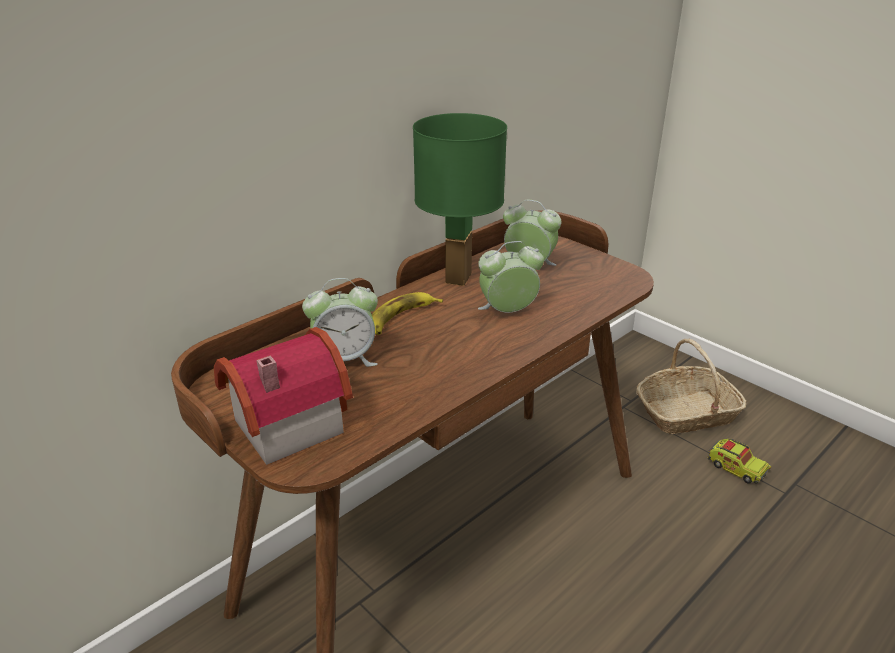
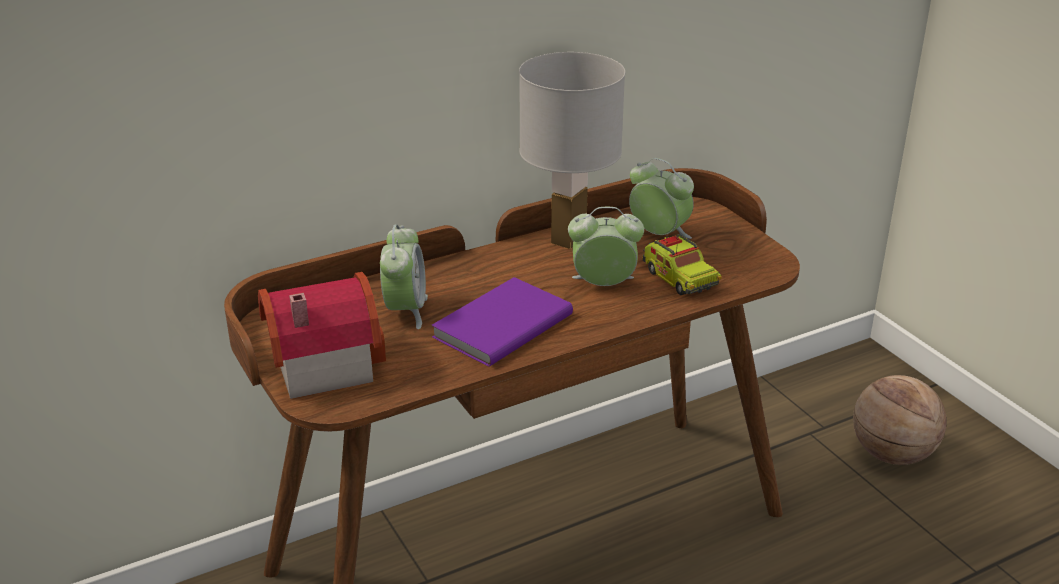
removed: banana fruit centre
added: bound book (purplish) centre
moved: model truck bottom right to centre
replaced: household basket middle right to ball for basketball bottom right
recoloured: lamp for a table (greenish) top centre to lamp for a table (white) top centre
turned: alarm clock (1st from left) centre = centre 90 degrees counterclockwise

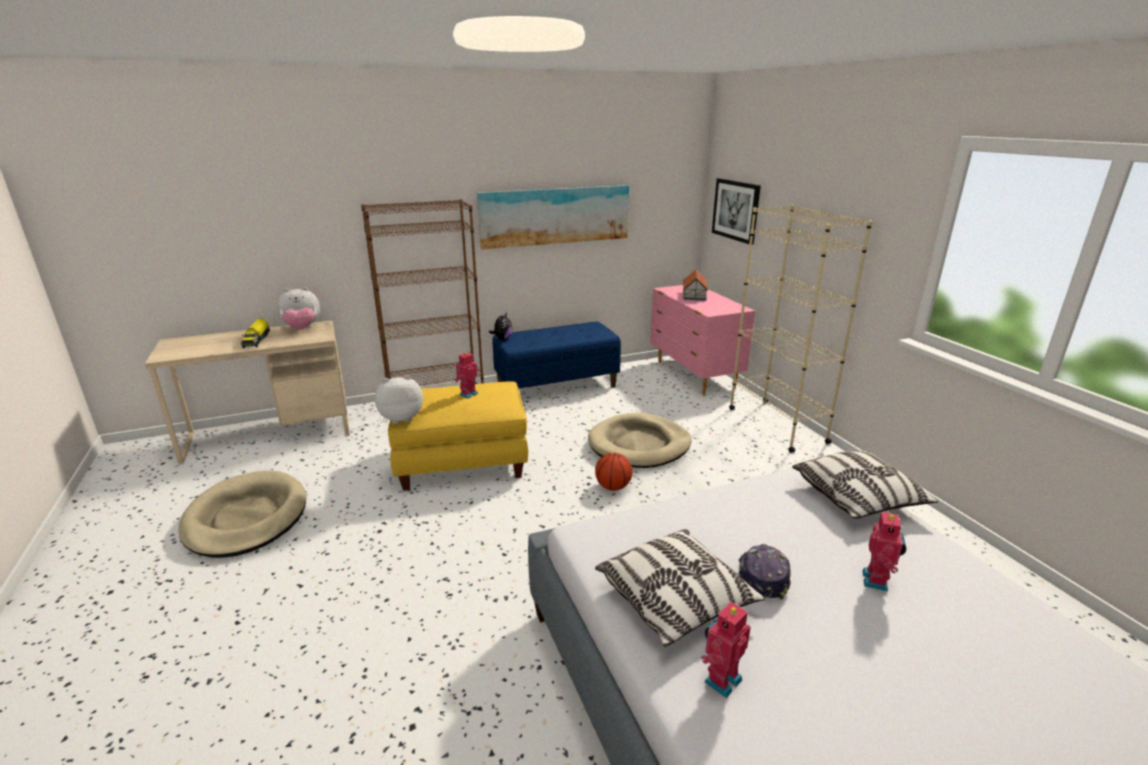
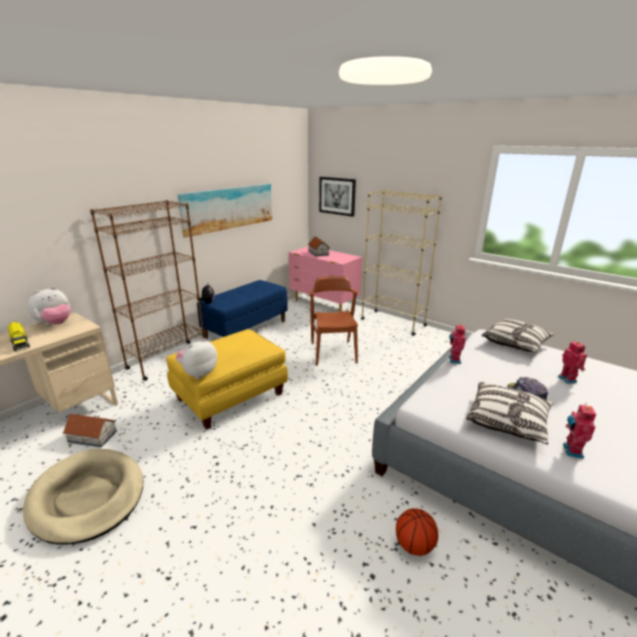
added: toy house (1st from left) bottom left
moved: model robot (1st from left) centre to middle right; ball for basketball centre to bottom centre
replaced: pet bed (beige) (2nd from left) centre to chair (brown-coloured) centre

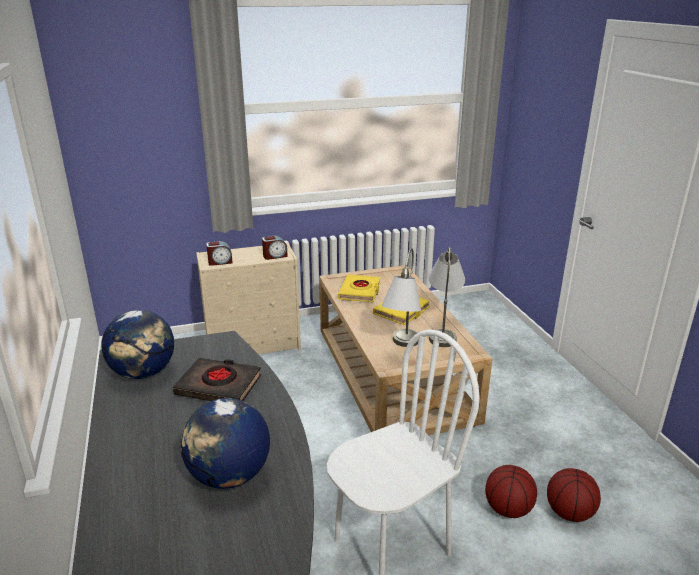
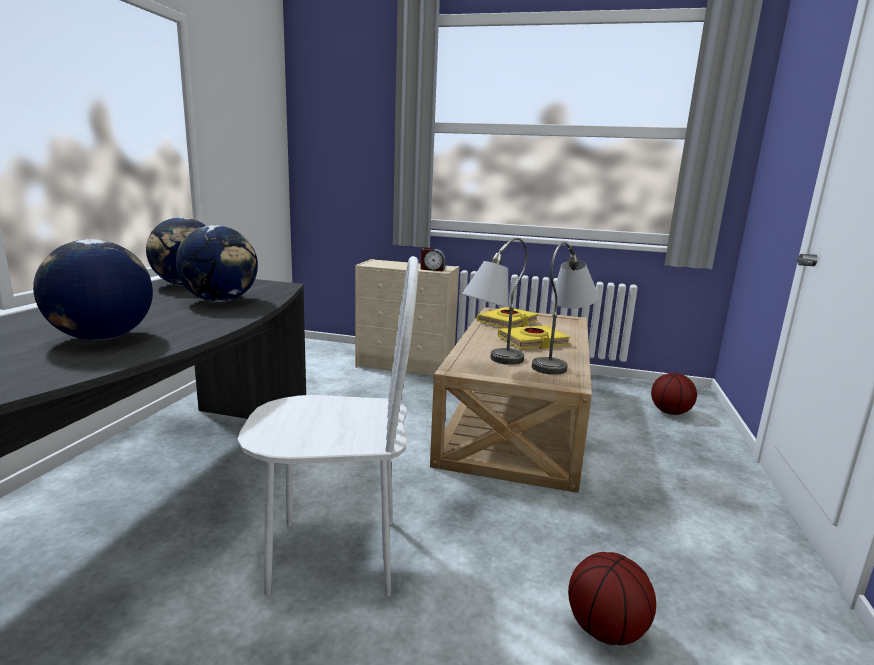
removed: alarm clock (1st from left) middle left
moved: ball for basketball (1st from left in the first image) bottom right to ball for basketball (2nd from left) middle right
replaced: bound book (black-coloured) middle left to world globe (3rd from left) middle left

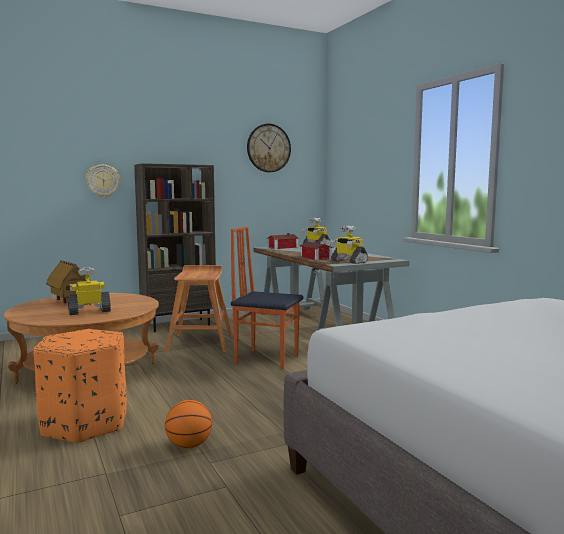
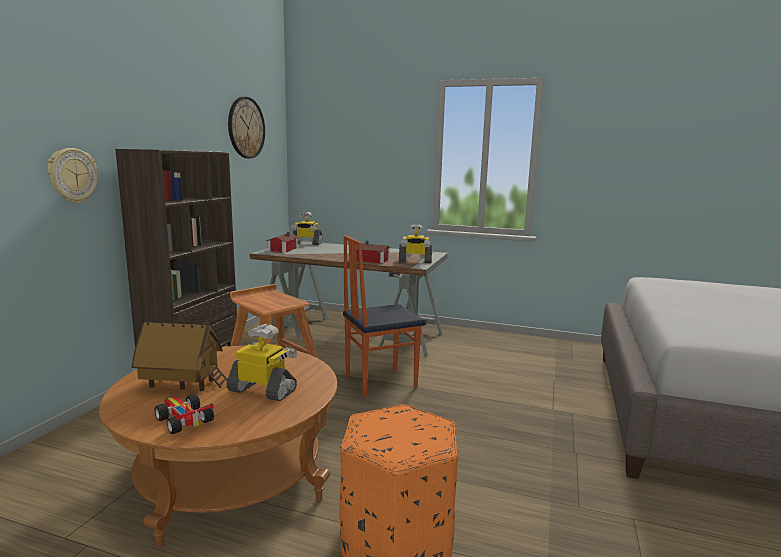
removed: ball for basketball bottom centre
added: model car bottom left
turned: model robot (1st from left) middle left = centre 90 degrees clockwise

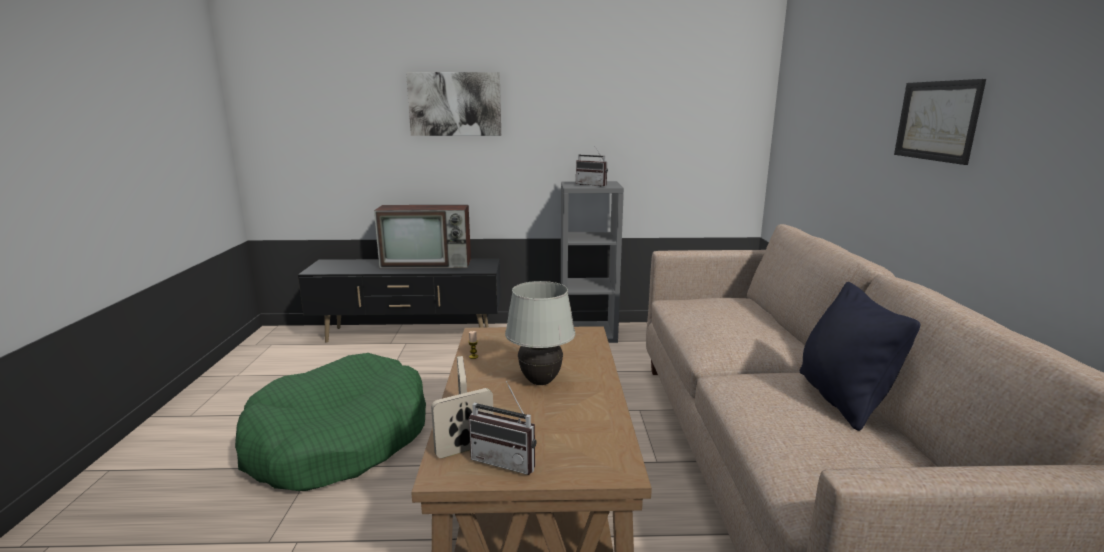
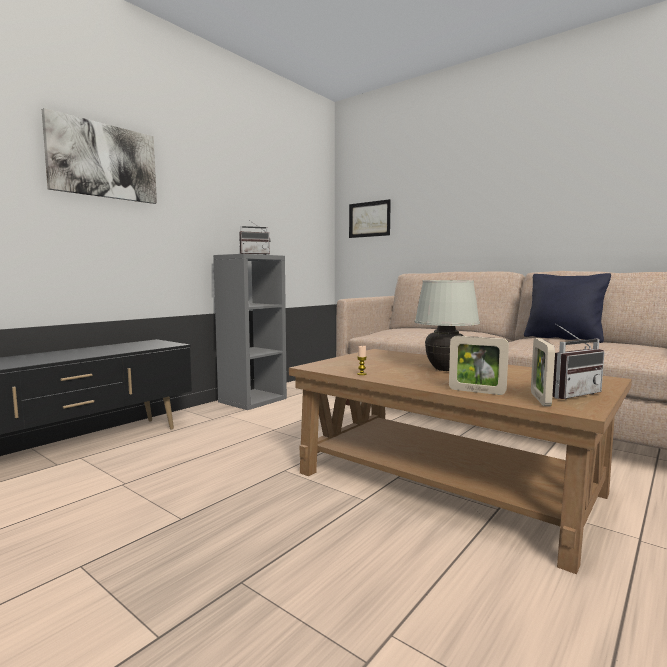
removed: pet bed (greenish) bottom left; TV centre
moved: wall art (2nd from left) top right to top centre

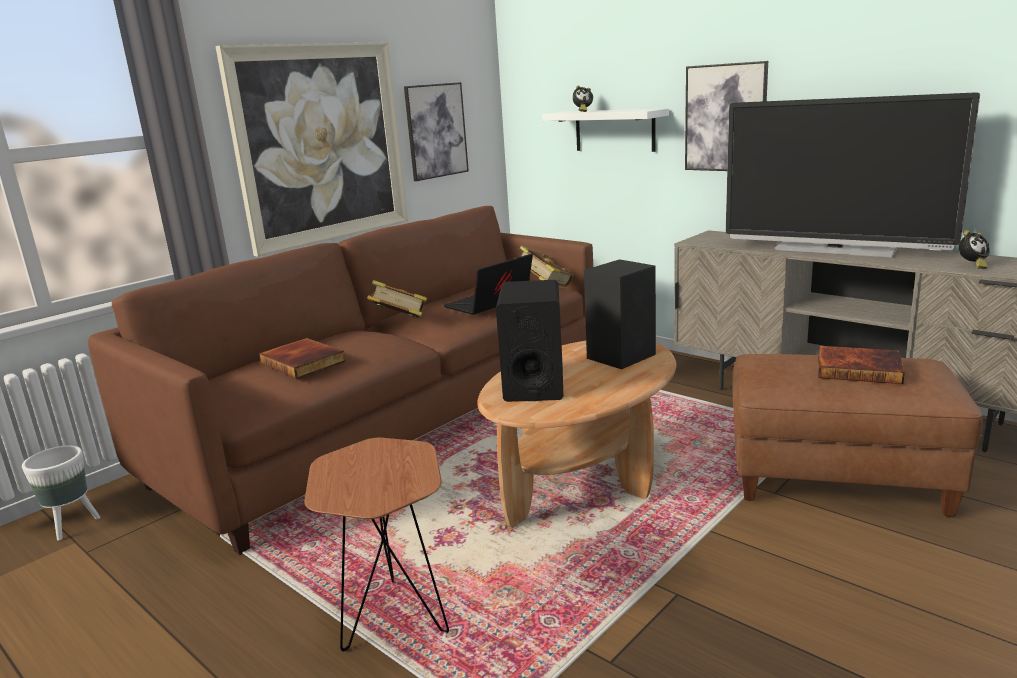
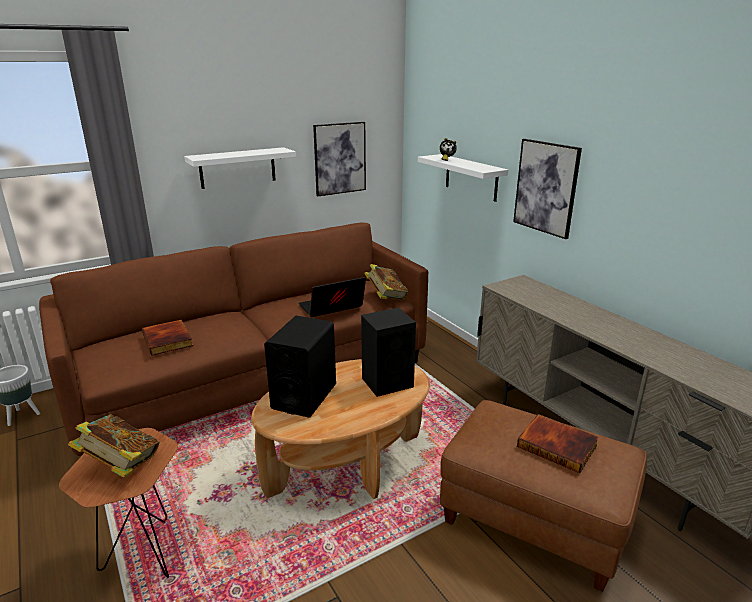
removed: TV top right; alarm clock (2nd from left) middle right
moved: bound book (2nd from left in the first image) centre to bound book (1st from left) bottom left
replaced: wall art (1st from left) top left to bracket shelf (white) (1st from left) top left

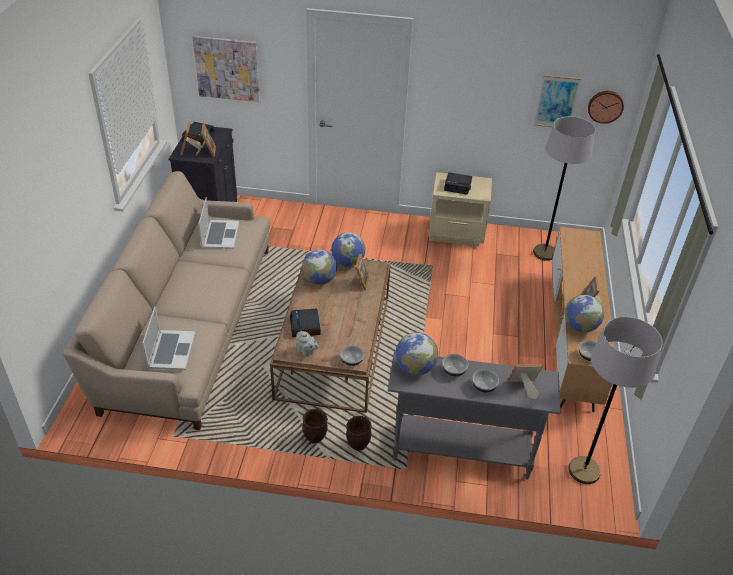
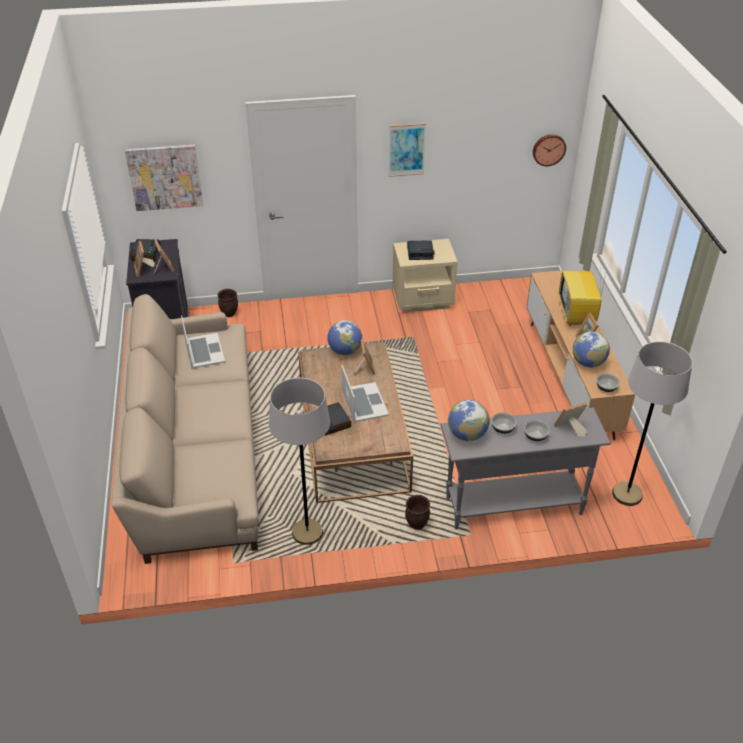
removed: tea pot (gray) centre; world globe (1st from left) centre; serving bowl (1st from left) centre
added: TV middle right
moved: portable computer (1st from left in the first image) middle left to portable computer (2nd from left) centre; planter (brown-coloured) (1st from left) bottom centre to middle left; floor lamp (gray) (1st from left) top right to centre; wall art (2nd from left) top right to top centre

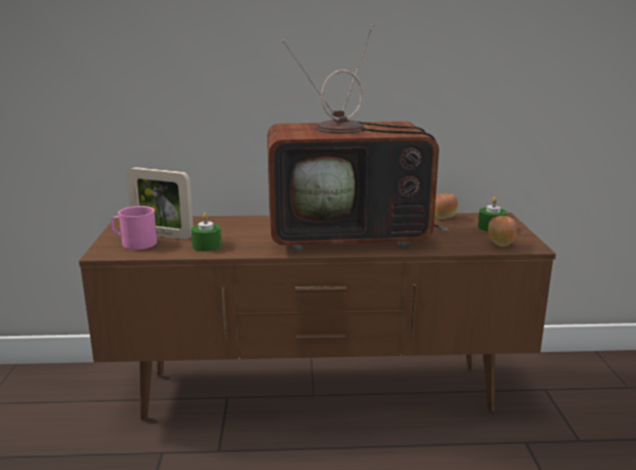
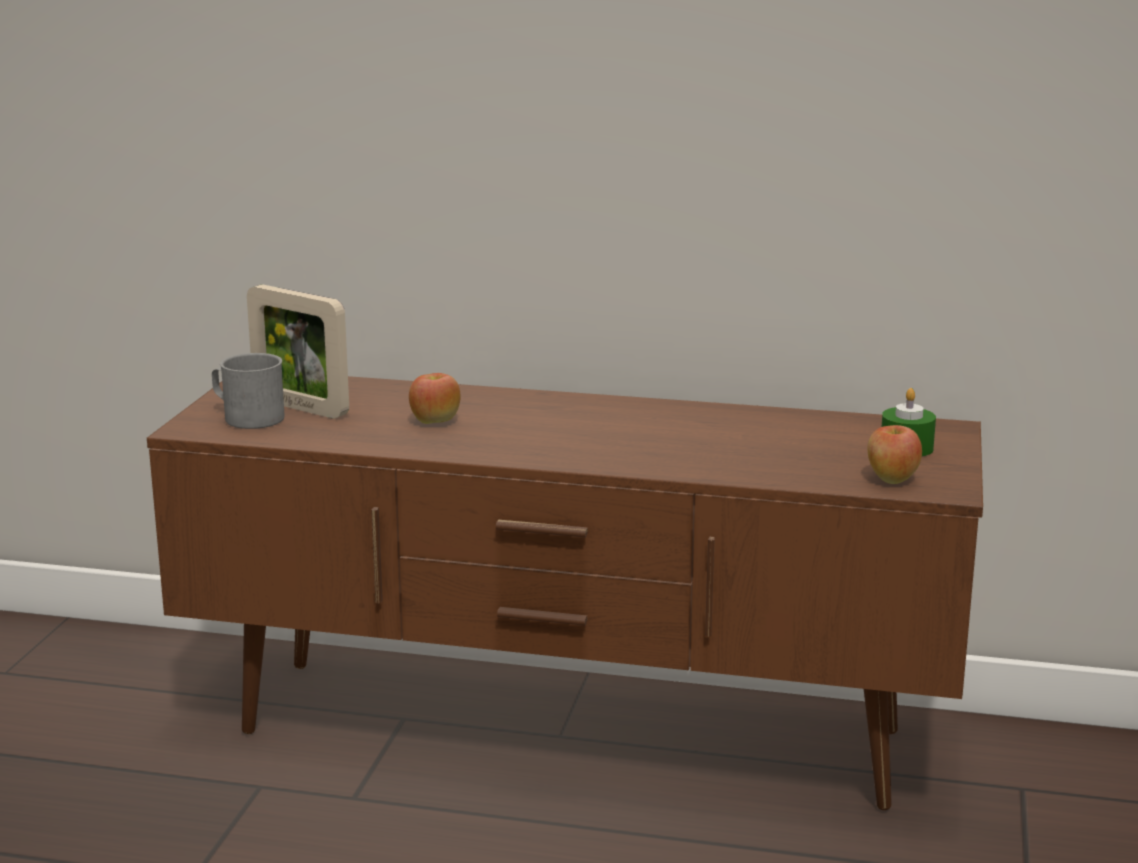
removed: wax candle (greenish) (1st from left) middle left; TV top centre
moved: whole apple (1st from left) middle right to centre
recoloured: tea mug (pink) middle left to tea mug (gray) middle left

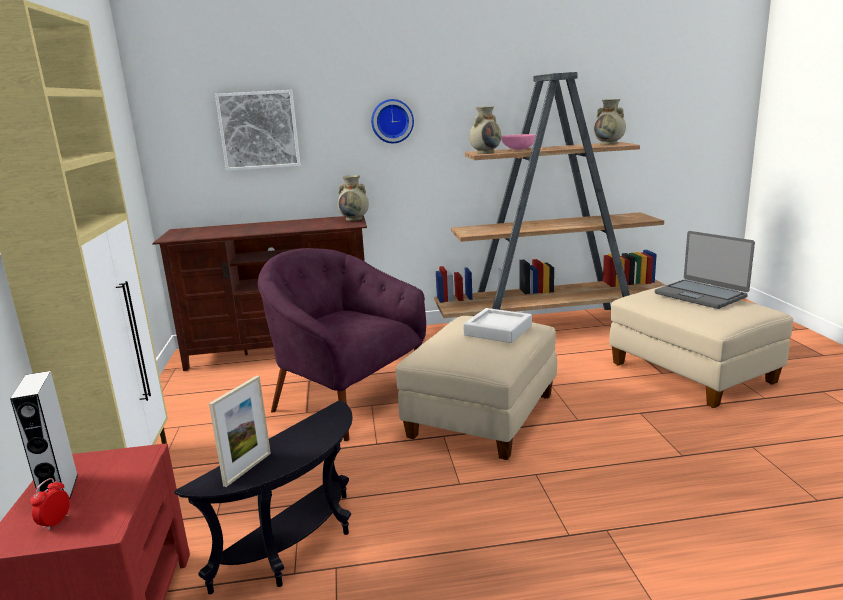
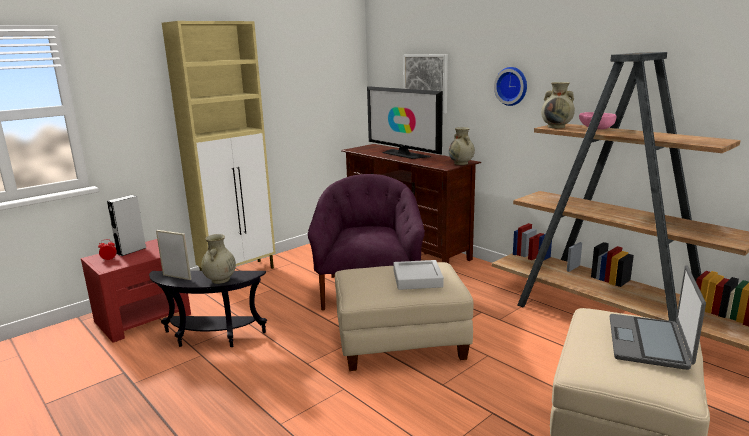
added: TV top centre
moved: decorative vase (beige) (3rd from left in the first image) top right to decorative vase (beige) (1st from left) middle left
turned: picture frame bottom left = middle left 150 degrees counterclockwise

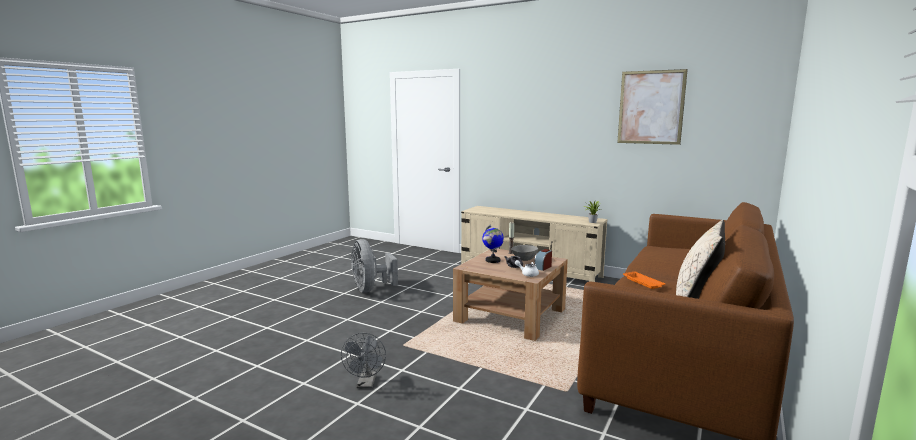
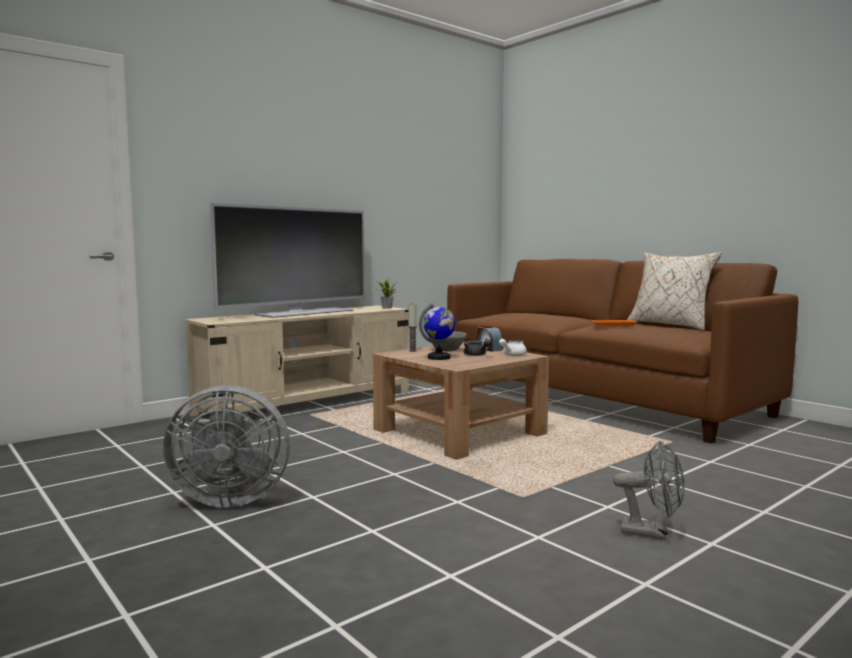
removed: wall art top right
added: TV centre

